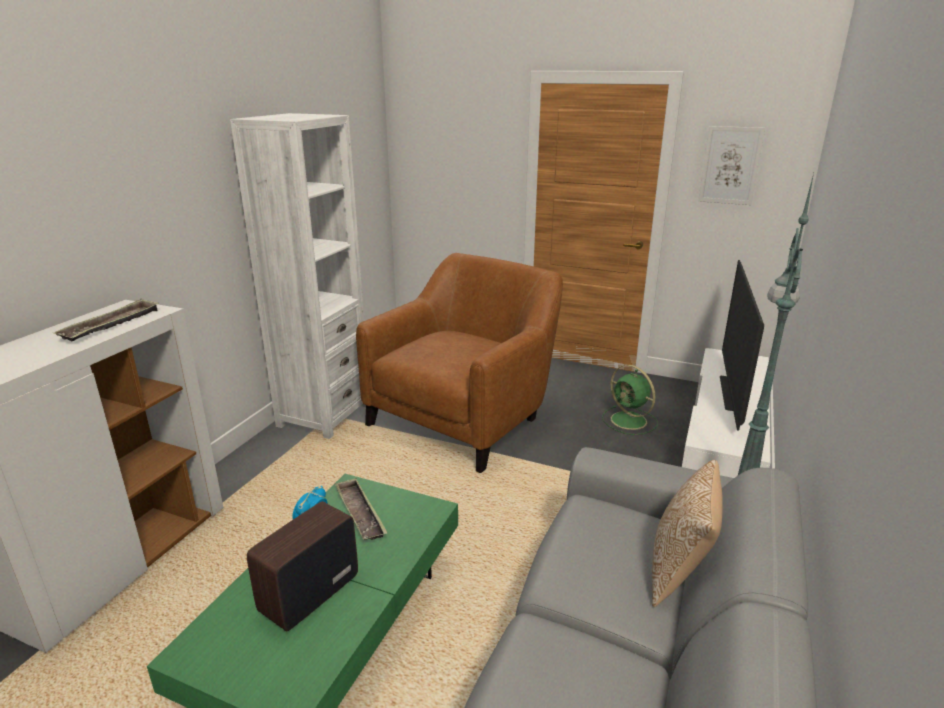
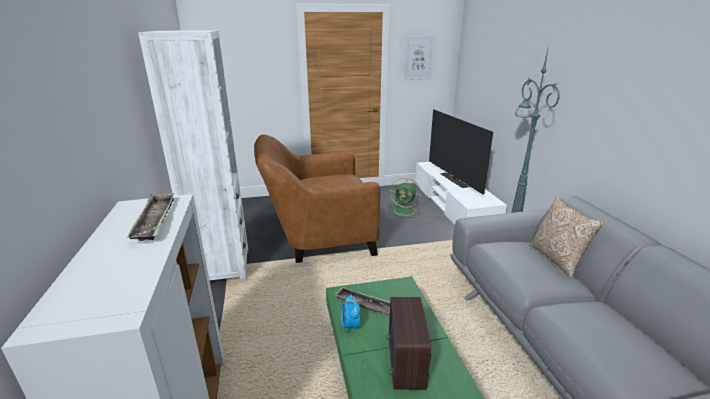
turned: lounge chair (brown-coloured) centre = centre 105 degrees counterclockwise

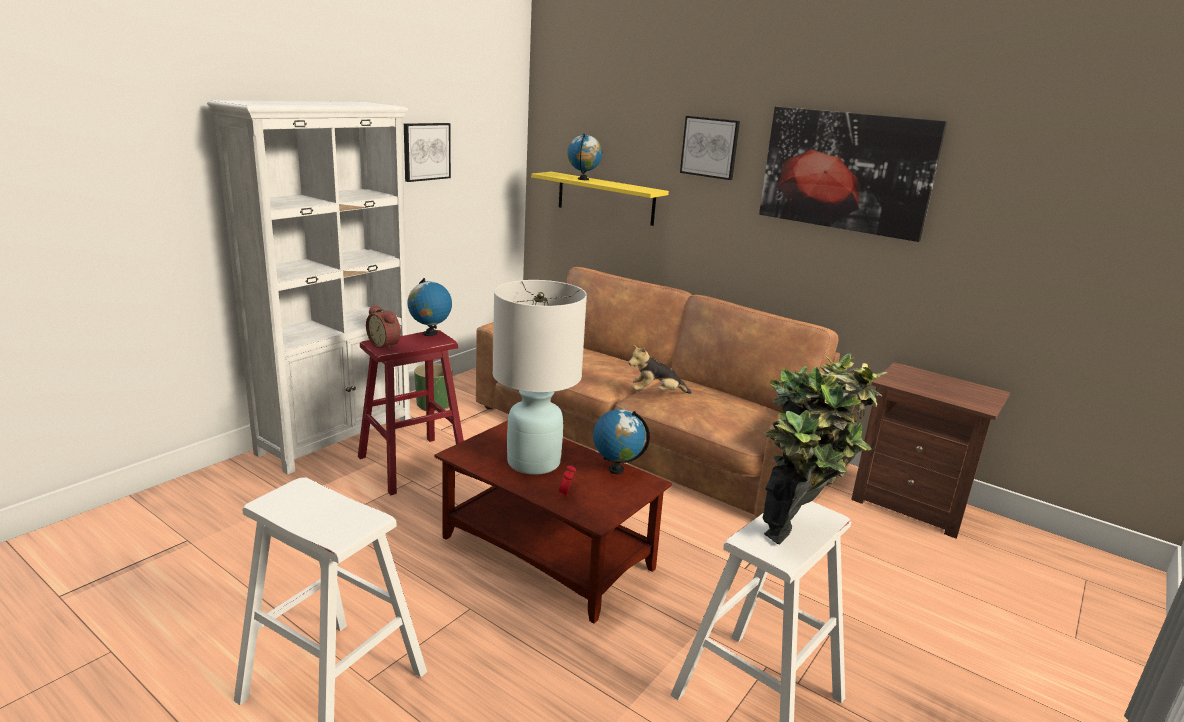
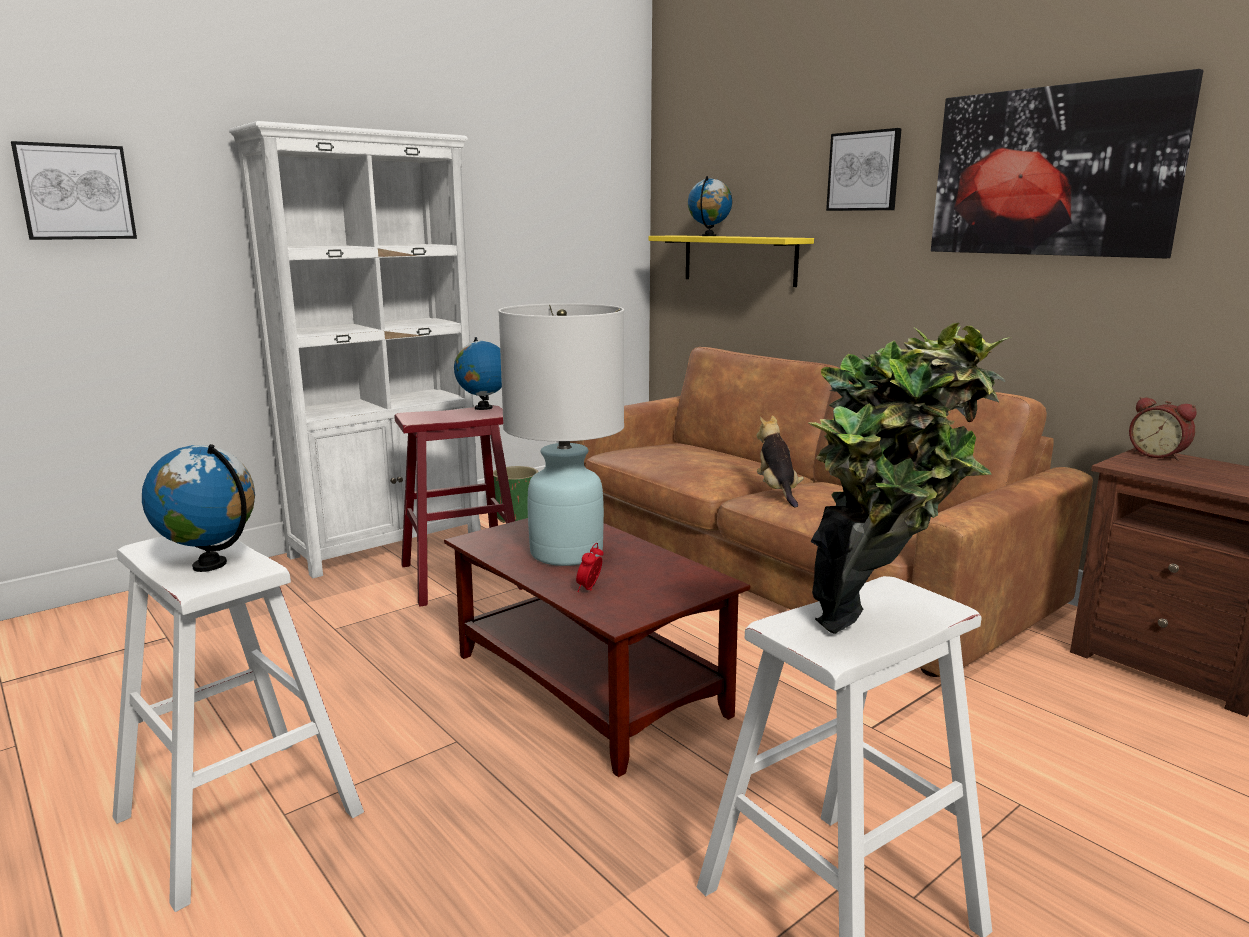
moved: alarm clock (1st from left in the first image) middle left to alarm clock (2nd from left) middle right; wall art (1st from left) top centre to top left; world globe (3rd from left in the first image) centre to world globe (1st from left) middle left
turned: soft toy centre = centre 75 degrees clockwise

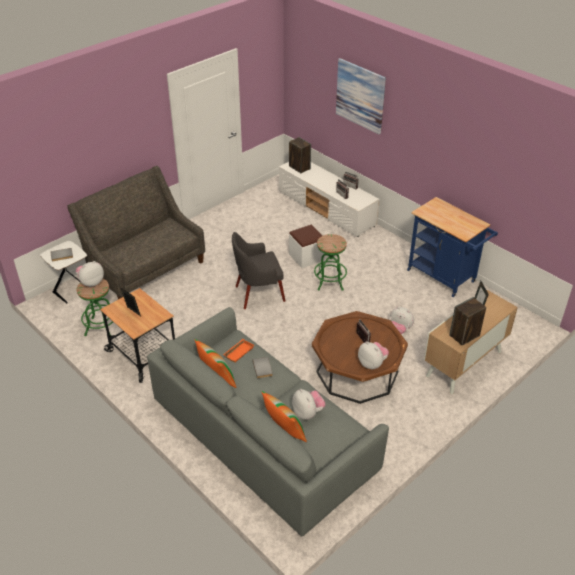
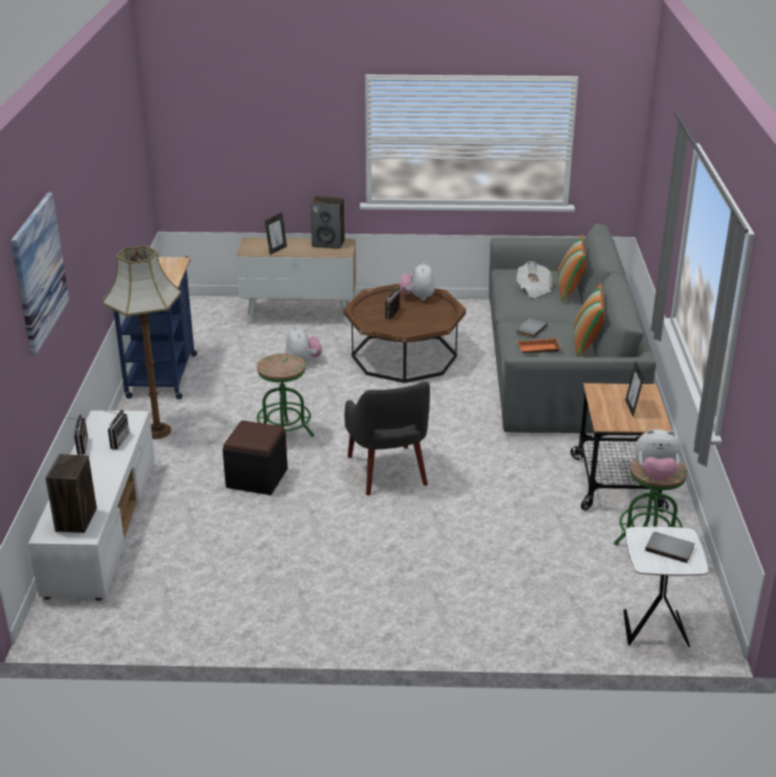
removed: couch (gray) (1st from left) middle left
added: floor lamp middle left
replaced: soft toy (2nd from left) bottom centre to daily paper middle right
recoloured: footrest (white) centre to footrest (black-coloured) middle left
turned: lounge chair (gray) centre = centre 45 degrees clockwise

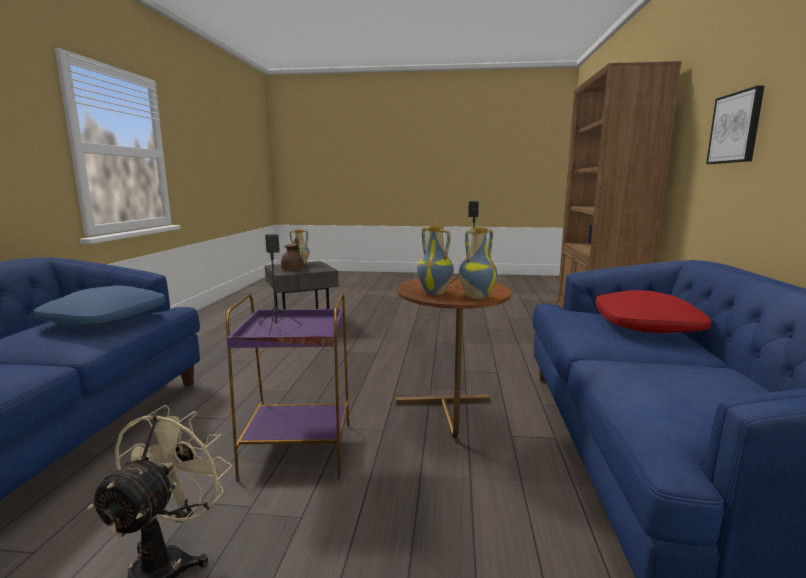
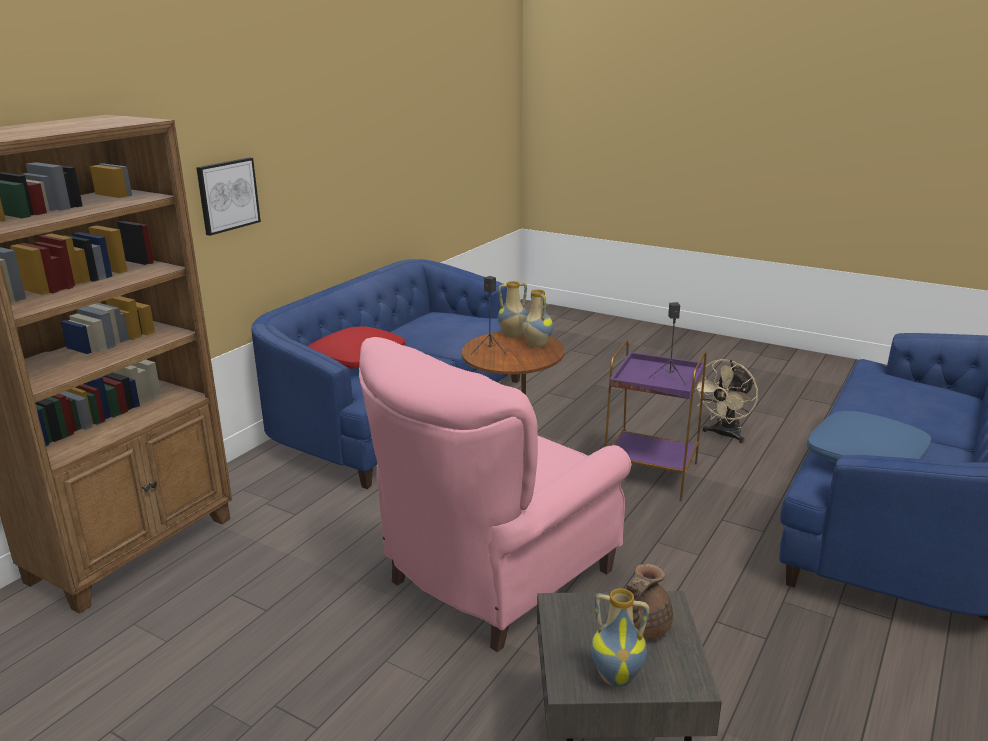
added: lounge chair (pink) bottom centre

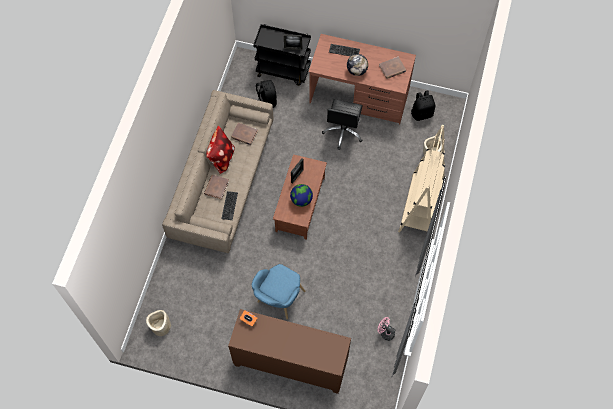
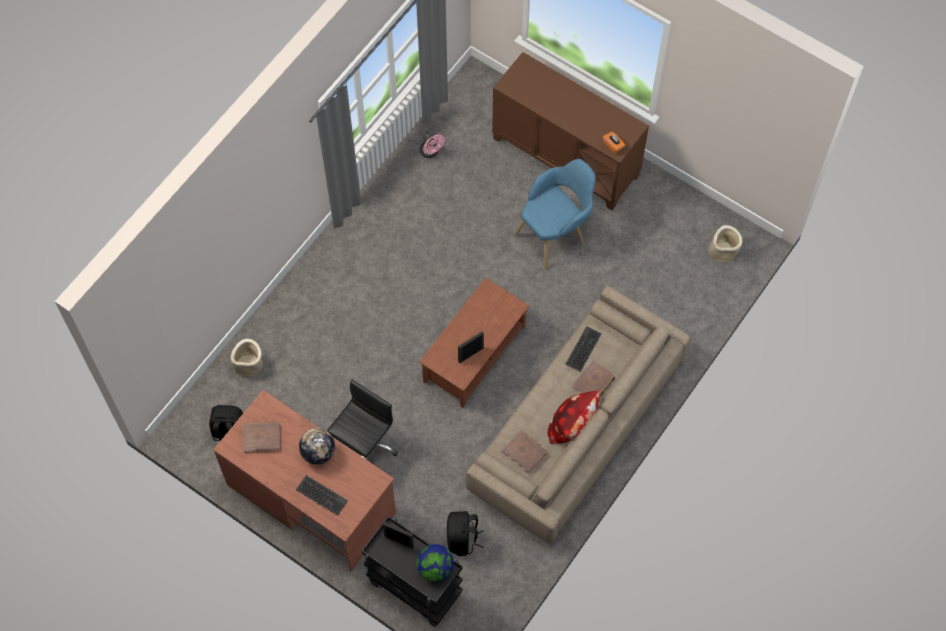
removed: bookshelf (beige) middle right
moved: world globe (1st from left in the first image) centre to world globe (2nd from left) bottom centre

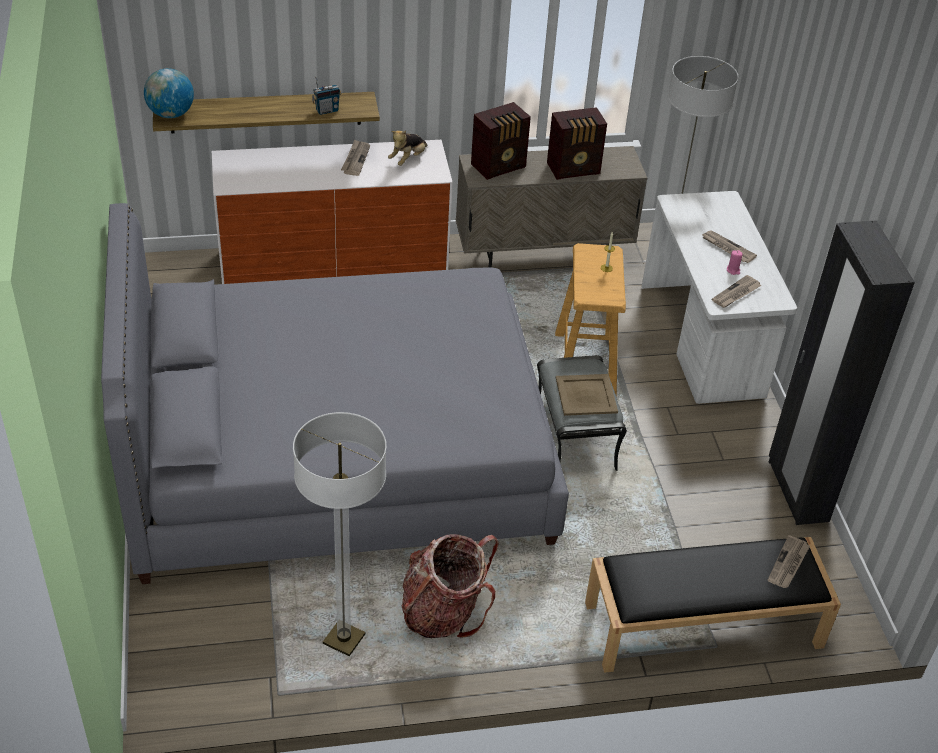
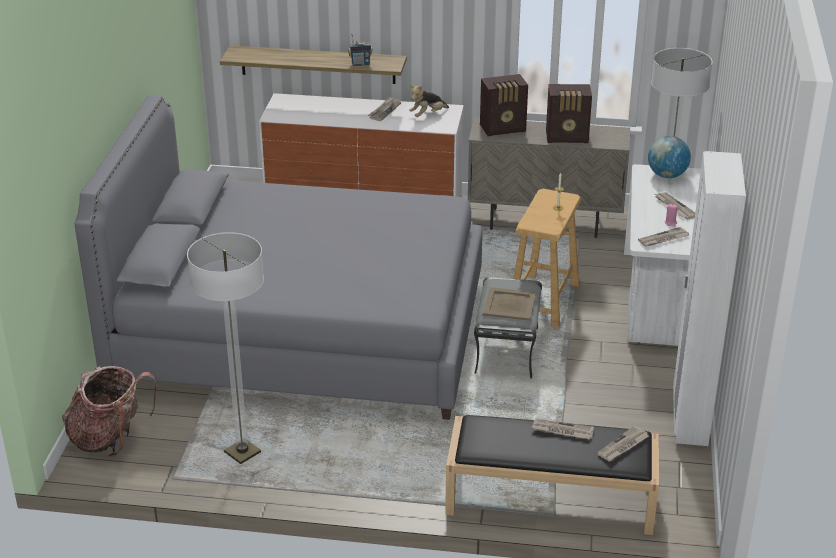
added: daily paper (2nd from left) bottom right
moved: world globe top left to top right; knapsack bottom centre to bottom left
recoloured: armoire (black-coloured) middle right to armoire (white) middle right

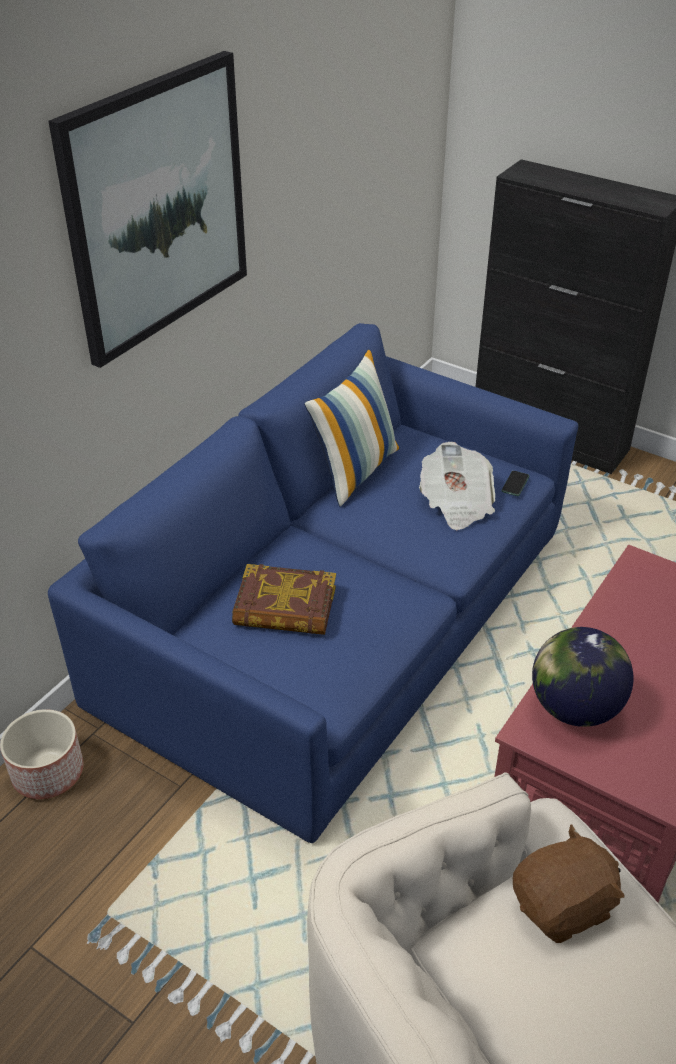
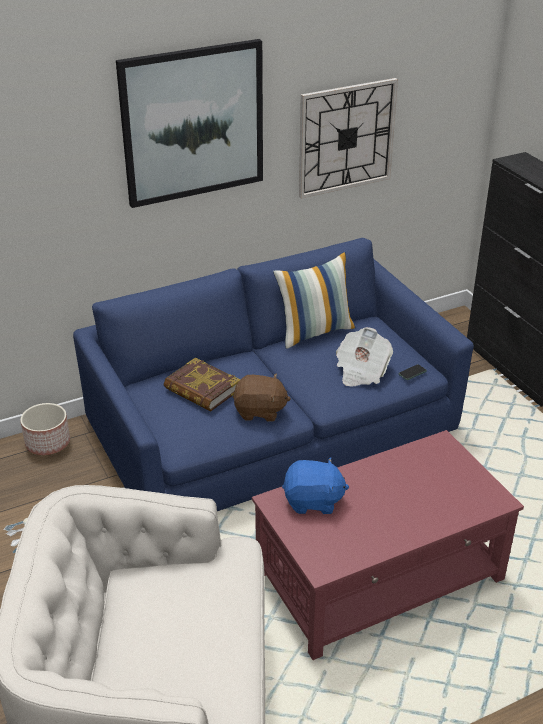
added: hanging clock top centre
moved: soft toy (brown-coloured) bottom right to centre
replaced: world globe middle right to soft toy (bluish) bottom centre

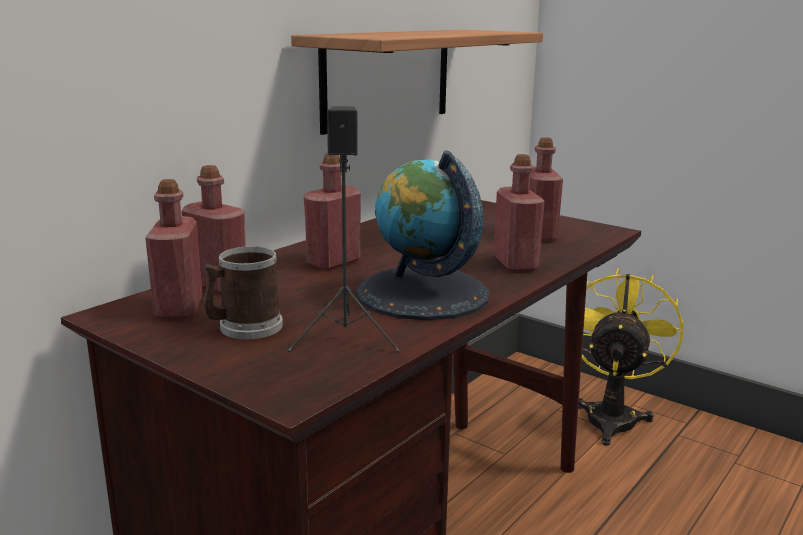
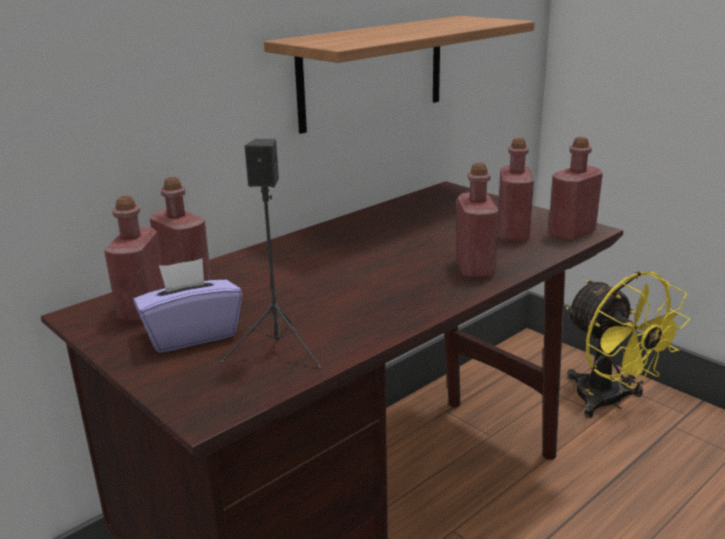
removed: world globe centre
moved: drink bottle (red) (3rd from left in the first image) centre to drink bottle (red) (5th from left) middle right
replaced: tea mug middle left to tissue box (purplish) middle left
turned: cooling fan (yellow-coloured) bottom right = middle right 120 degrees clockwise

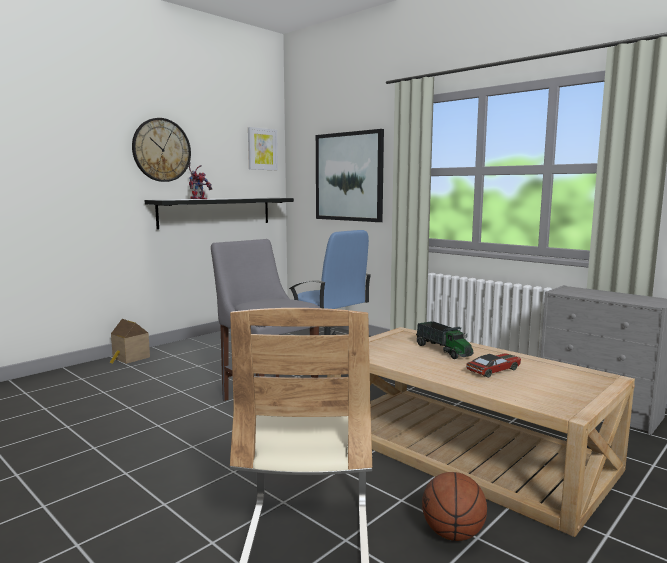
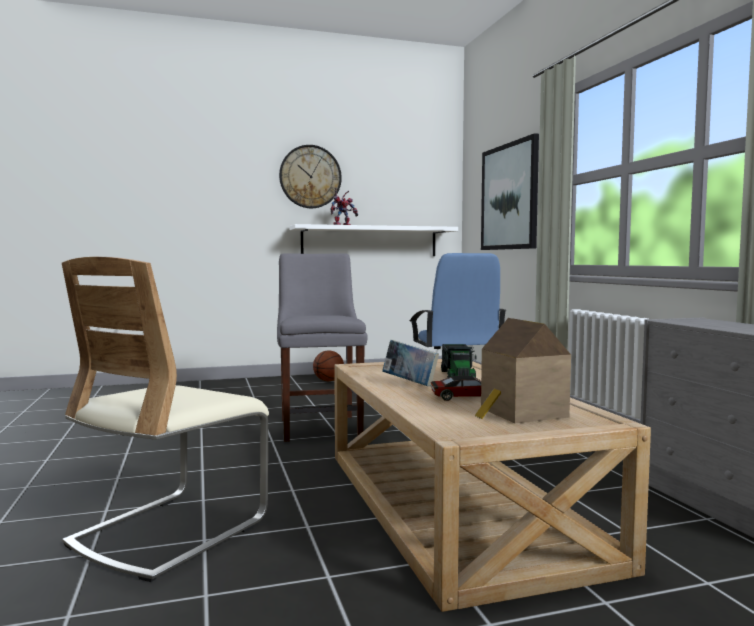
removed: wall art (1st from left) top centre
added: bound book centre
moved: toy house middle left to middle right; ball for basketball bottom right to centre
recoloured: bracket shelf (black-coloured) middle left to bracket shelf (white) centre

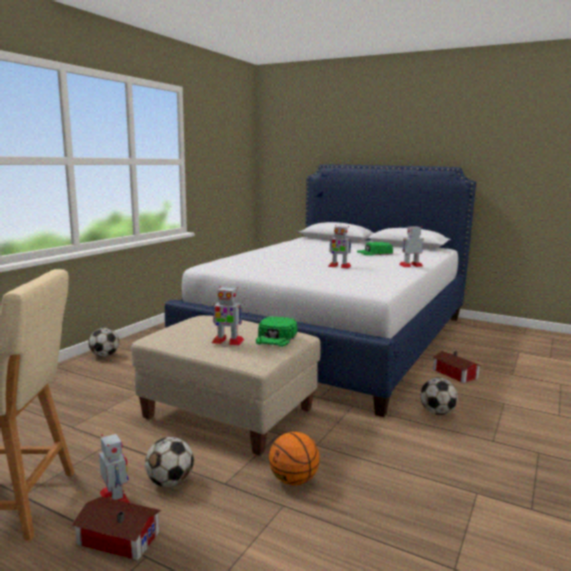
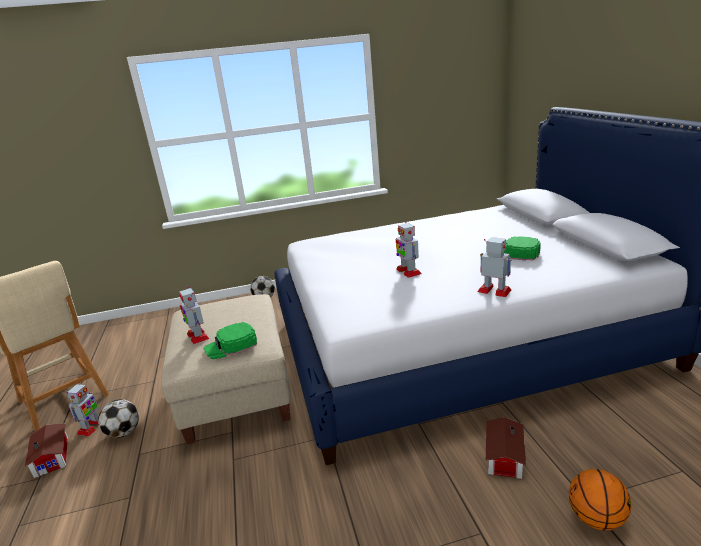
removed: football ball (3rd from left) bottom right
moved: ball for basketball bottom centre to bottom right

